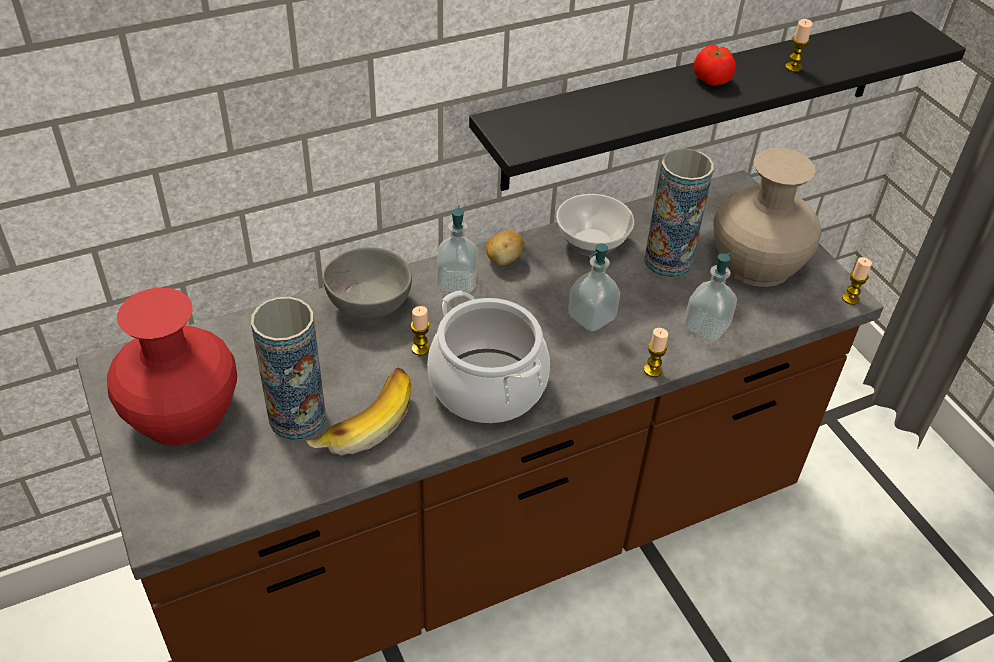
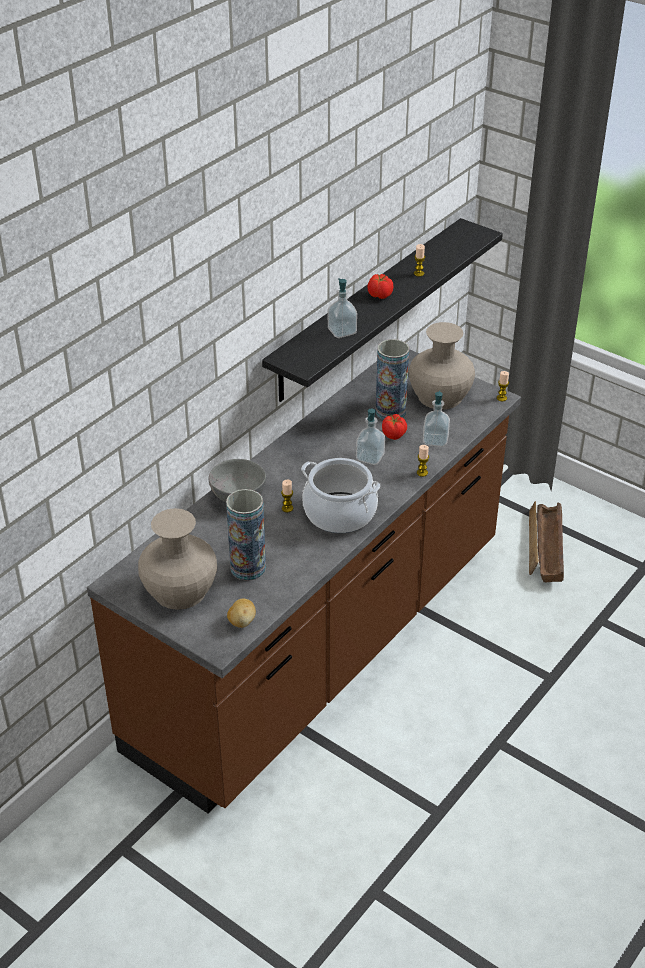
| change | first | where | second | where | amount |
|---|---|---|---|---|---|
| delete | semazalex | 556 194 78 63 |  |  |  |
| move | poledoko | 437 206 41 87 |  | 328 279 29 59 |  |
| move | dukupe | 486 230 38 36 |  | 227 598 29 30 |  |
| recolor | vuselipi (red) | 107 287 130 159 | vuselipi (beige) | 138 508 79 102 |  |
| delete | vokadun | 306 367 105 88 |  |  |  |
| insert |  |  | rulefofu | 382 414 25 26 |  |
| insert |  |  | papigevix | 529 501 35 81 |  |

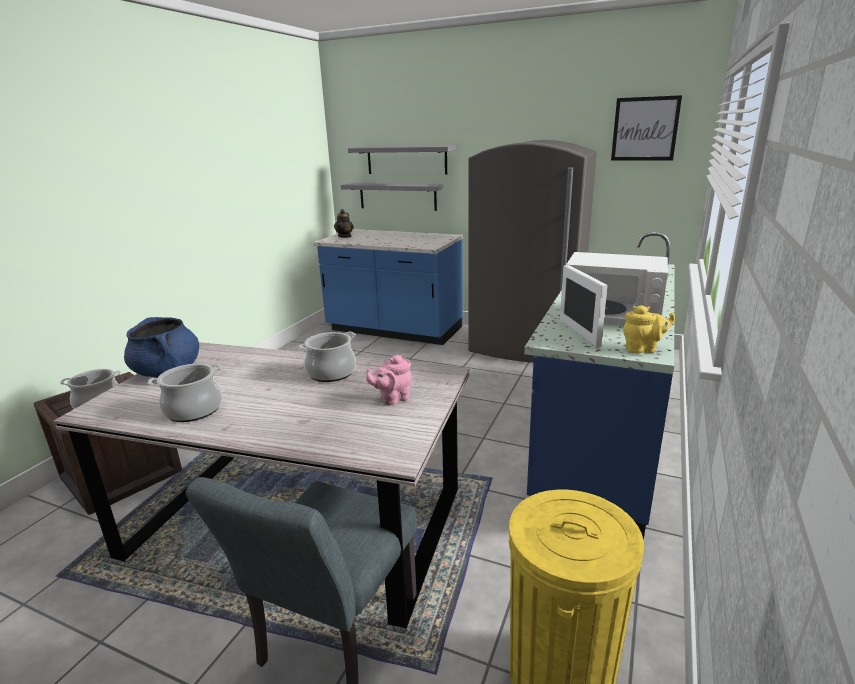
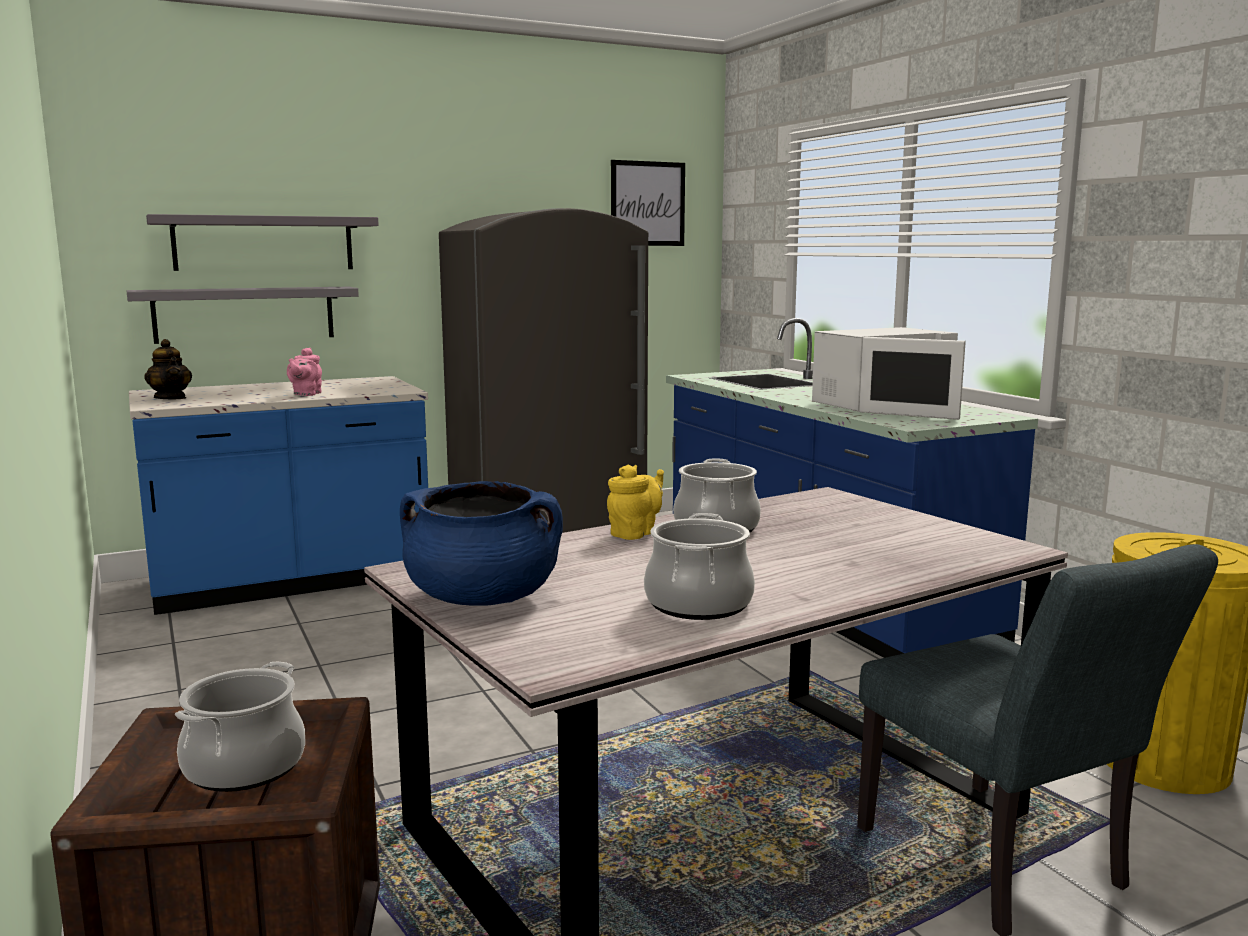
| change | first | where | second | where | amount |
|---|---|---|---|---|---|
| move | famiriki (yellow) | 623 305 52 49 |  | 607 464 57 76 |  |
| move | famiriki (pink) | 366 354 46 51 |  | 287 348 35 48 |  |

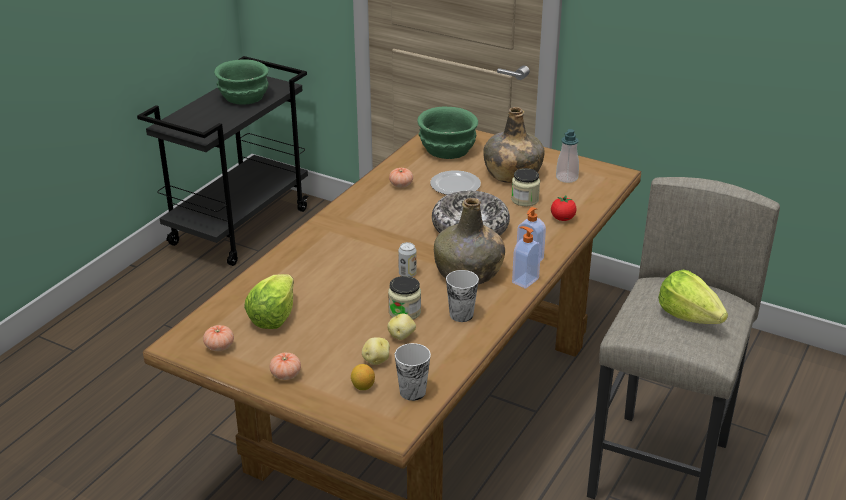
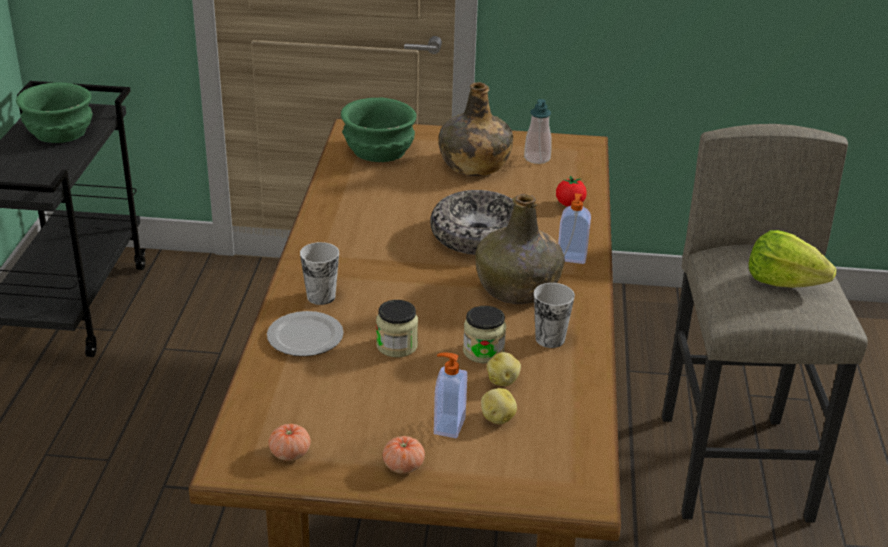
| change | first | where | second | where | amount |
|---|---|---|---|---|---|
| delete | rulefofu | 389 168 24 20 |  |  |  |
| move | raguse | 511 168 29 38 |  | 376 300 42 57 |  |
| move | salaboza | 430 170 51 25 |  | 267 311 77 45 |  |
| move | poledoko | 512 226 29 63 |  | 434 352 33 87 |  |
| delete | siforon | 398 242 19 35 |  |  |  |
| delete | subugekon | 244 274 50 55 |  |  |  |
| move | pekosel | 395 343 36 58 |  | 300 242 39 63 |  |
| delete | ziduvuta | 351 364 24 26 |  |  |  |

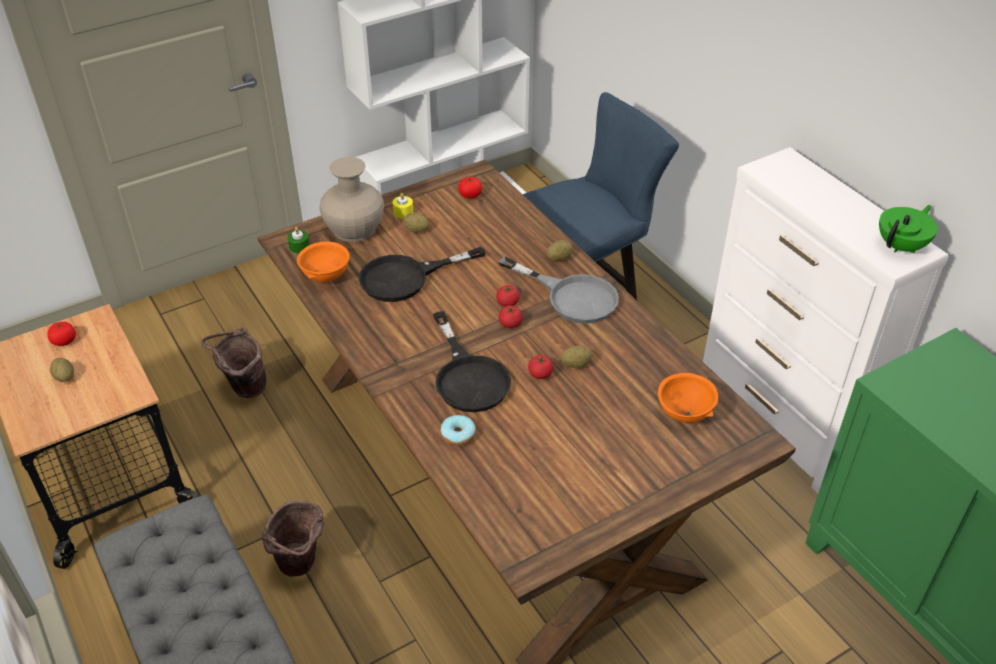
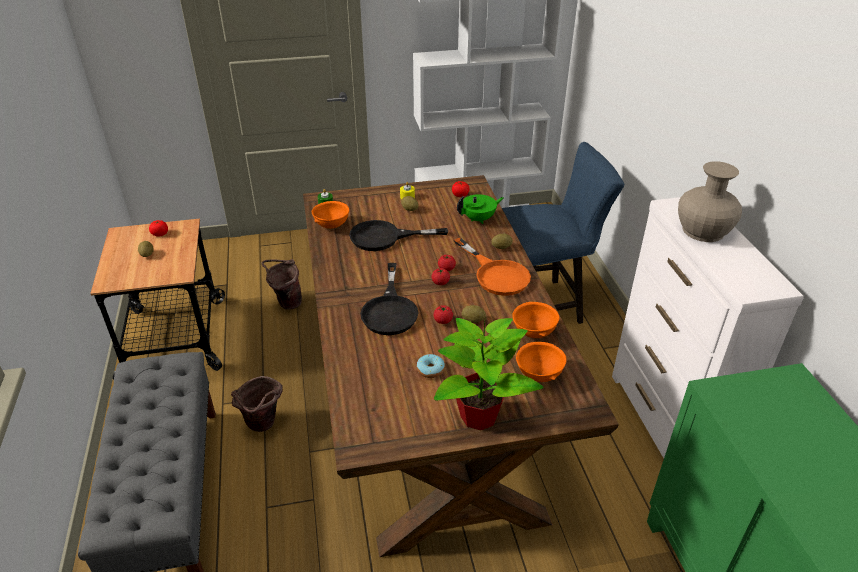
| change | first | where | second | where | amount |
|---|---|---|---|---|---|
| move | vuselipi (beige) | 320 157 64 85 |  | 678 161 64 81 |  |
| move | famiriki (green) | 879 205 59 49 |  | 457 194 47 30 |  |
| recolor | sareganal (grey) | 499 257 120 67 | sareganal (orange) | 454 237 77 59 |  |
| move | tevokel | 441 415 35 31 |  | 417 354 28 24 |  |
| insert |  |  | semazalex (orange) | 512 302 48 36 |  |
| insert |  |  | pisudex | 434 318 110 112 |  |

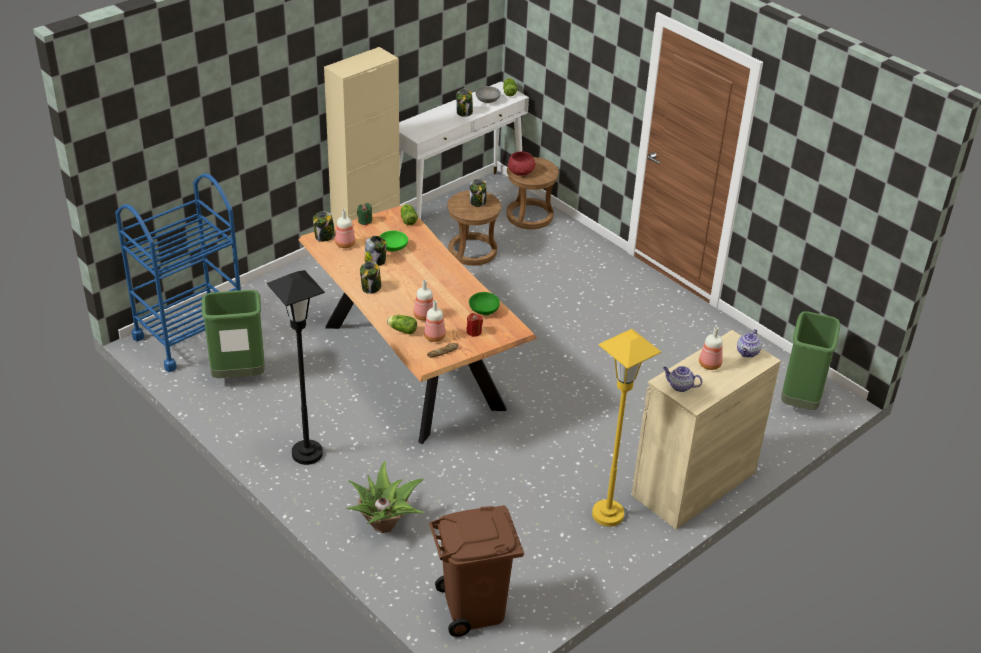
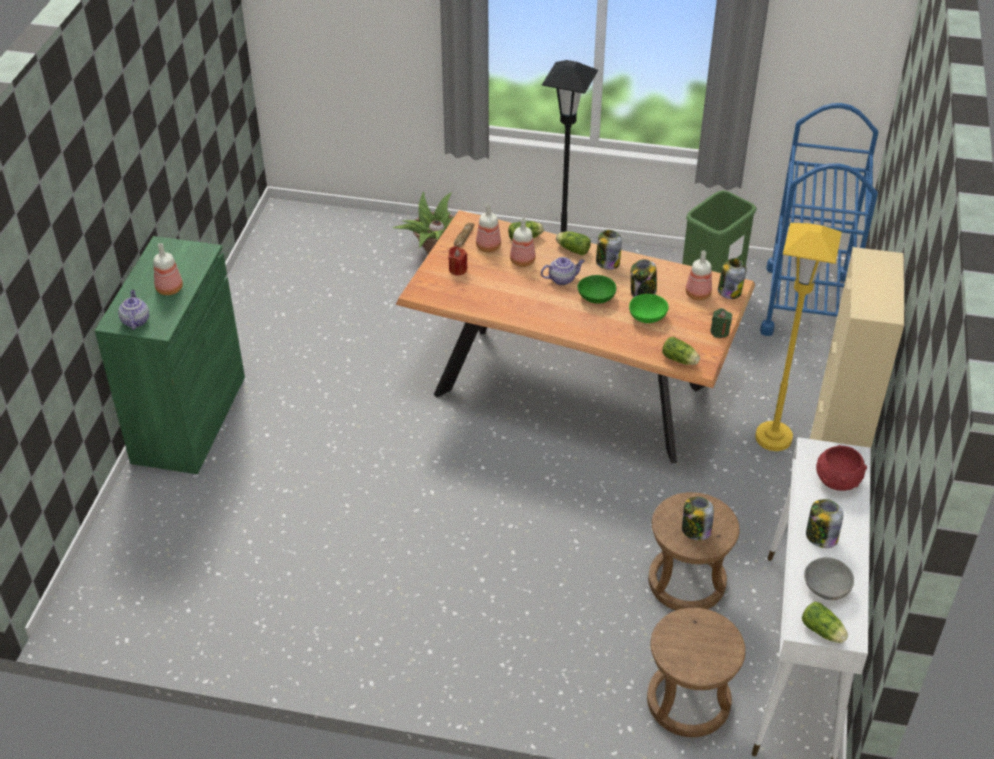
| change | first | where | second | where | amount |
|---|---|---|---|---|---|
| move | semazalex (red) | 508 151 28 25 |  | 816 445 51 46 |  |
| move | semazalex (green) | 469 292 31 23 |  | 577 275 39 29 |  |
| delete | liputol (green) | 781 311 59 99 |  |  |  |
| move | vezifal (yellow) | 592 329 69 198 |  | 755 223 87 228 |  |
| recolor | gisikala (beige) | 631 330 150 200 | gisikala (green) | 95 236 150 238 |  |
| move | famiriki | 663 366 39 26 |  | 541 257 43 28 |  |
| delete | liputol (brown) | 429 505 95 132 |  |  |  |
| insert |  |  | subugekon | 556 231 35 24 |  |

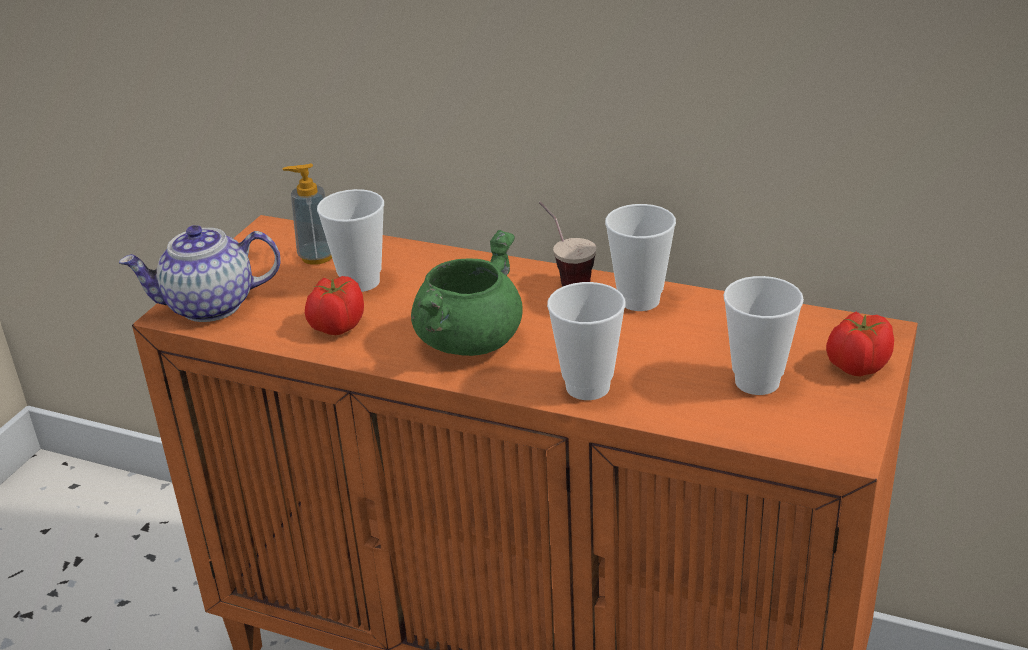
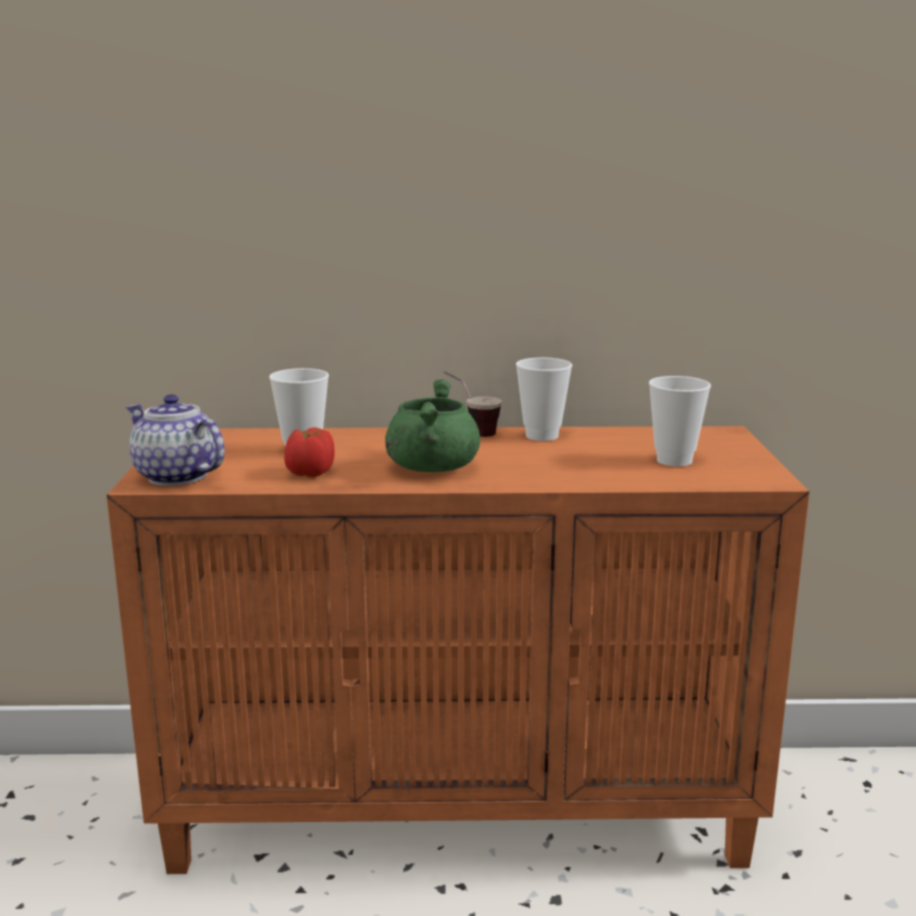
| change | first | where | second | where | amount |
|---|---|---|---|---|---|
| delete | poledoko | 283 164 49 101 |  |  |  |
| rotate | famiriki | 119 225 162 97 |  | 126 394 99 92 | 75 degrees clockwise |
| delete | pekosel | 547 282 78 118 |  |  |  |
| delete | rulefofu | 826 312 68 65 |  |  |  |

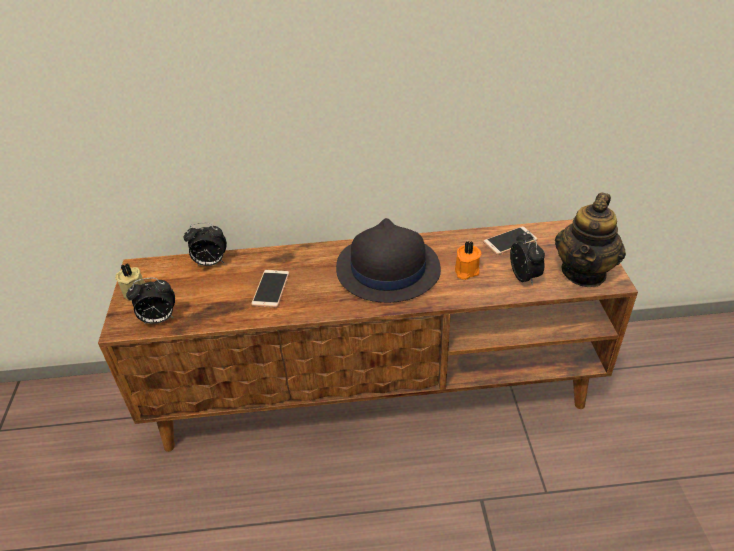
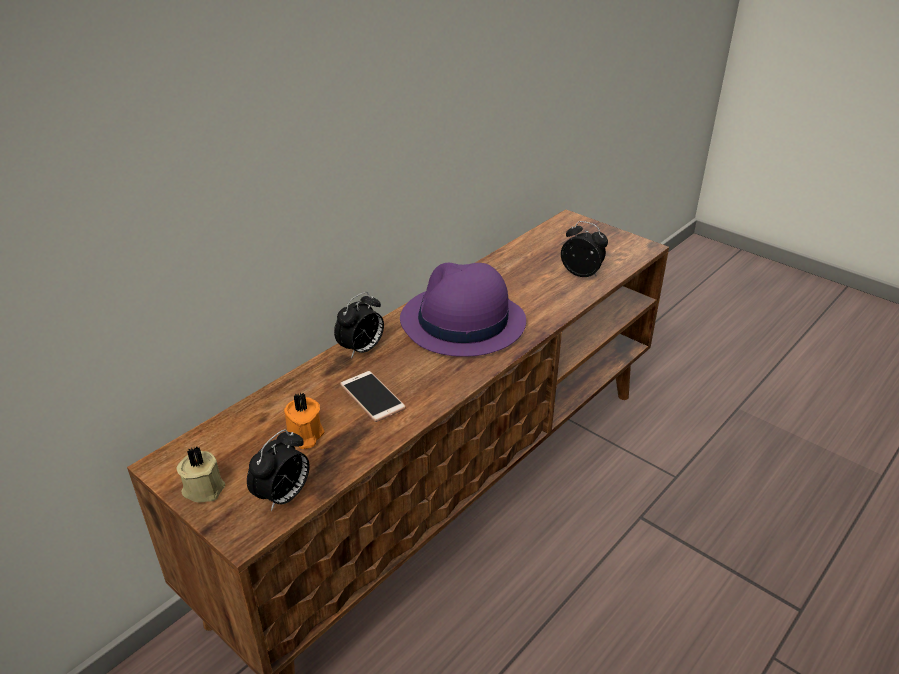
| change | first | where | second | where | amount |
|---|---|---|---|---|---|
| delete | famiriki | 555 192 71 95 |  |  |  |
| recolor | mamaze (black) | 336 218 105 85 | mamaze (purple) | 400 263 126 94 |  |
| move | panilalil | 183 223 44 43 |  | 334 292 50 67 |  |
| delete | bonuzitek | 483 226 55 29 |  |  |  |
| move | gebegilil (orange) | 455 241 26 39 |  | 284 393 40 56 |  |

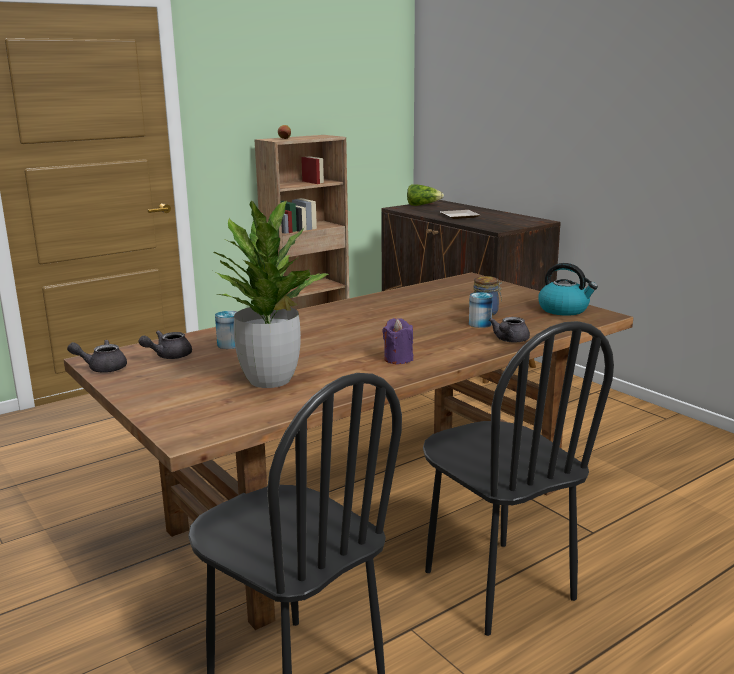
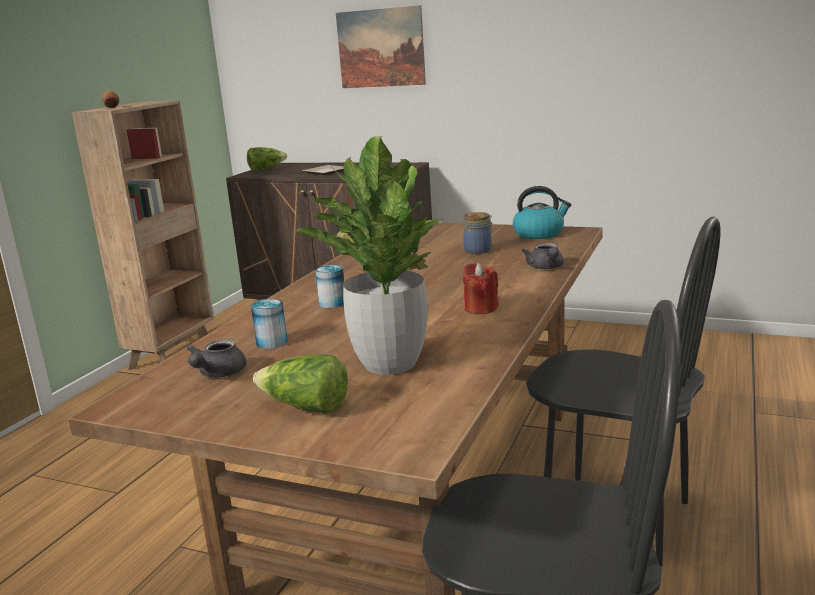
| change | first | where | second | where | amount |
|---|---|---|---|---|---|
| move | siforon | 469 292 24 36 |  | 315 265 29 43 |  |
| recolor | gebegilil (purple) | 383 318 30 46 | gebegilil (red) | 463 263 36 51 |  |
| delete | famiriki (grey) | 67 340 60 33 |  |  |  |
| insert |  |  | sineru | 336 5 90 83 |  |
| insert |  |  | subugekon | 253 354 95 60 |  |

